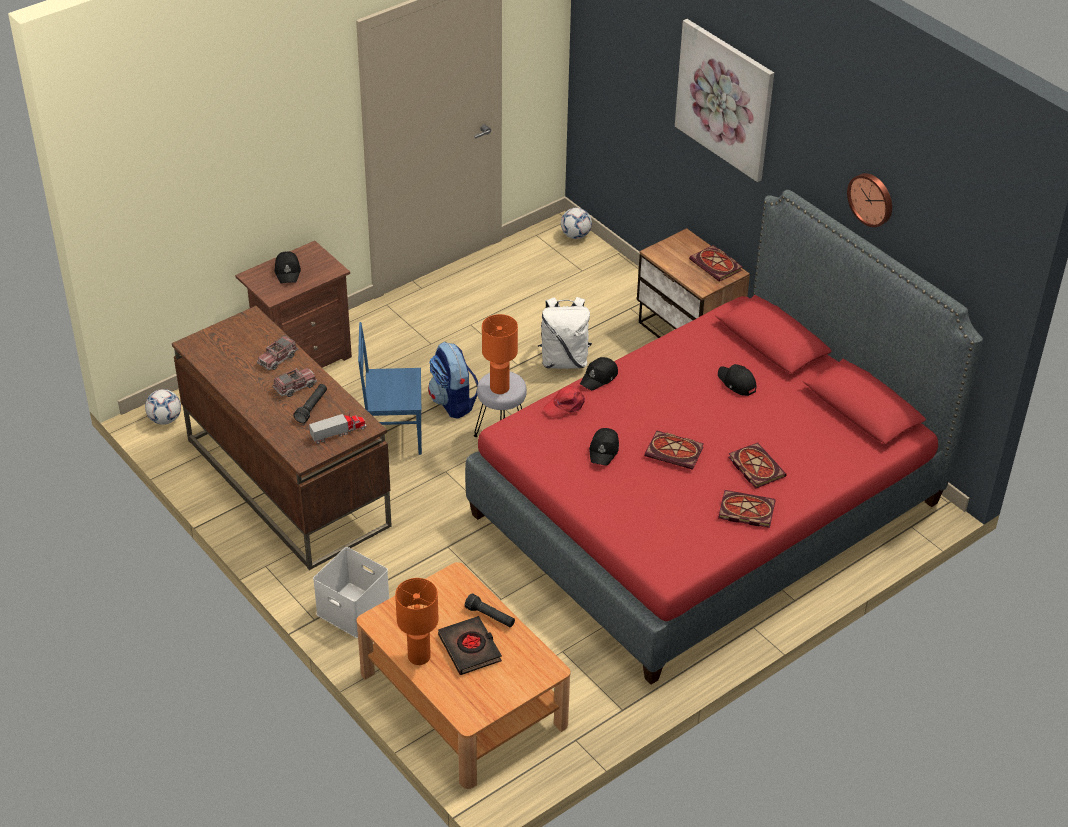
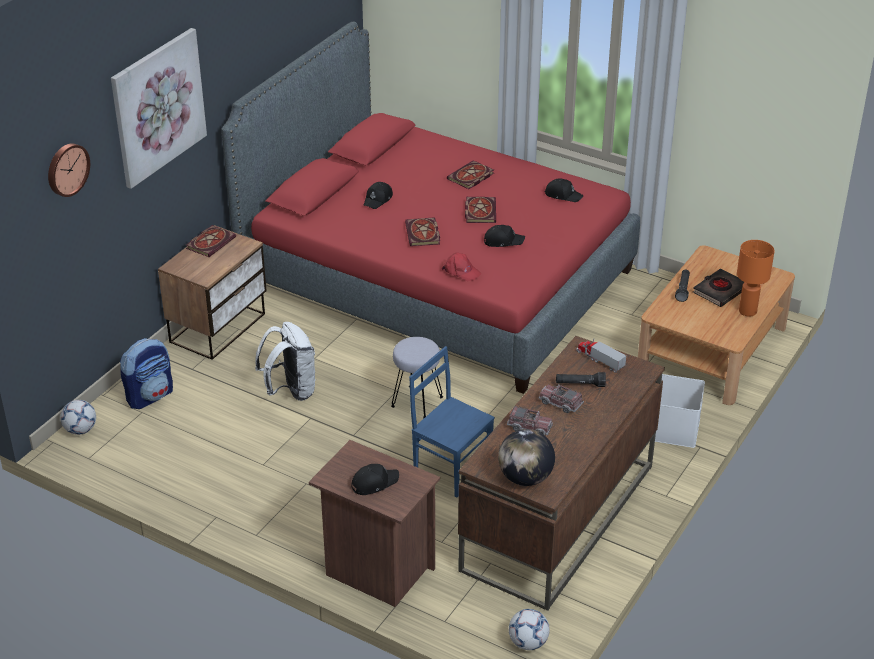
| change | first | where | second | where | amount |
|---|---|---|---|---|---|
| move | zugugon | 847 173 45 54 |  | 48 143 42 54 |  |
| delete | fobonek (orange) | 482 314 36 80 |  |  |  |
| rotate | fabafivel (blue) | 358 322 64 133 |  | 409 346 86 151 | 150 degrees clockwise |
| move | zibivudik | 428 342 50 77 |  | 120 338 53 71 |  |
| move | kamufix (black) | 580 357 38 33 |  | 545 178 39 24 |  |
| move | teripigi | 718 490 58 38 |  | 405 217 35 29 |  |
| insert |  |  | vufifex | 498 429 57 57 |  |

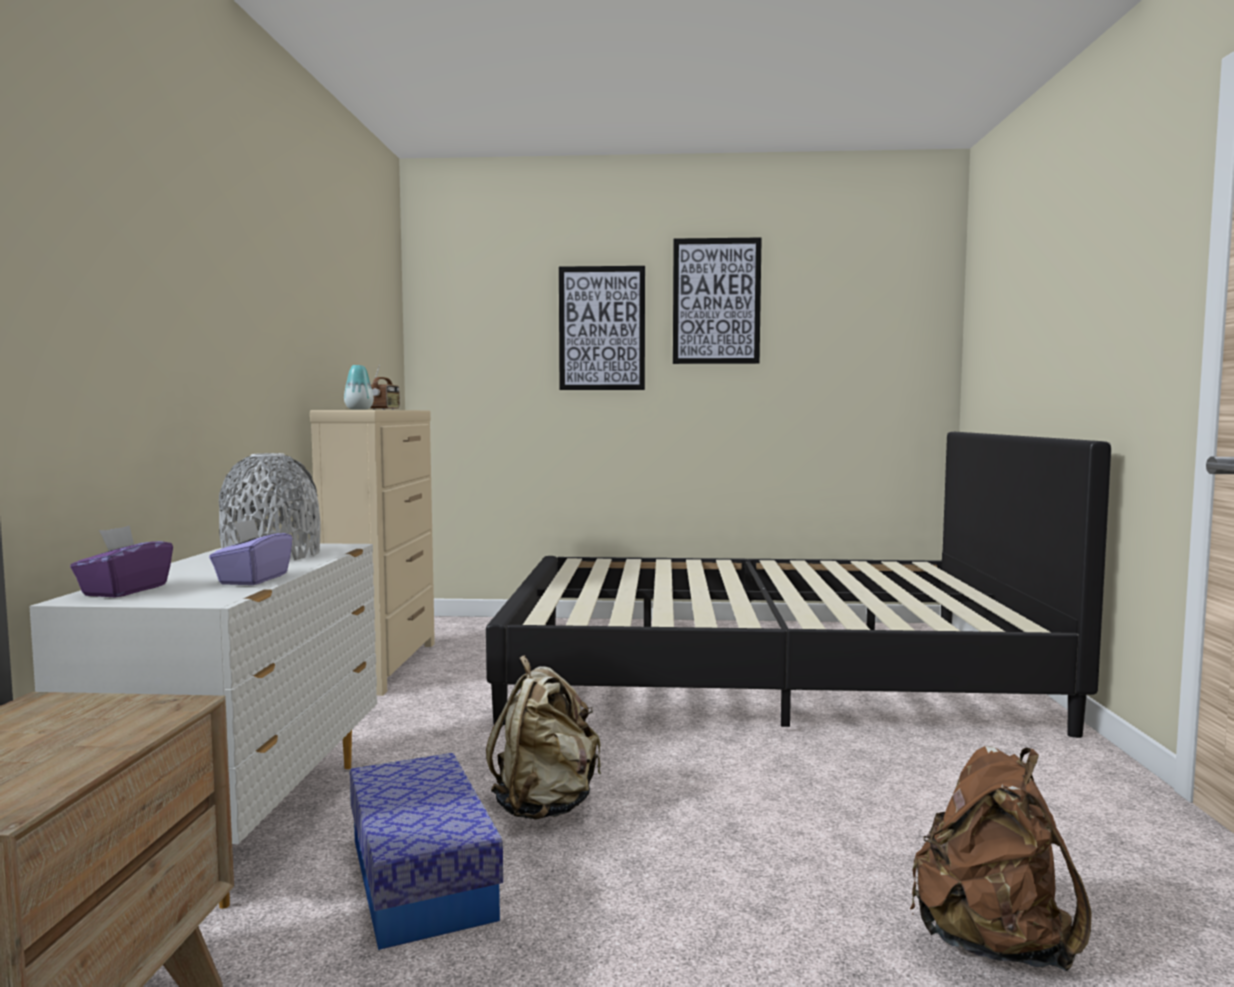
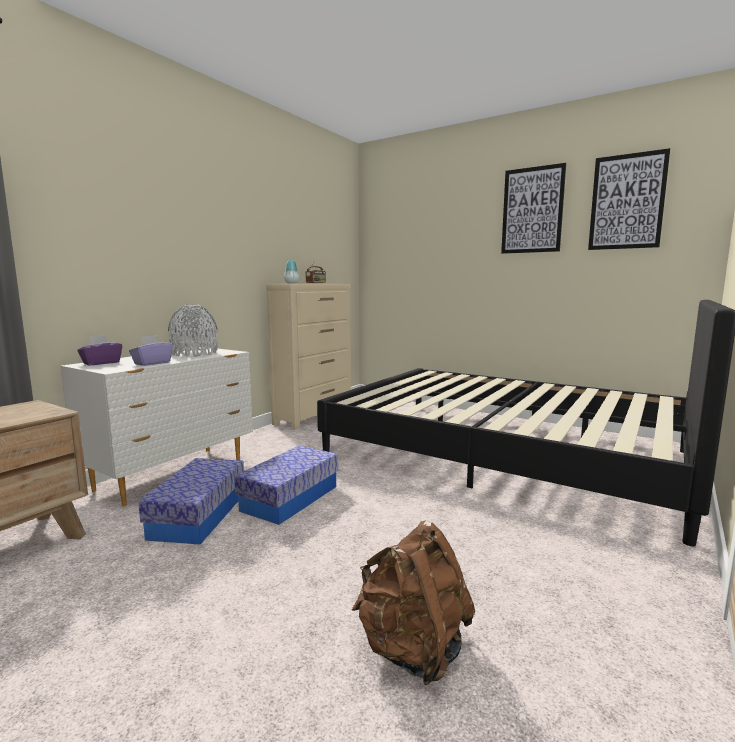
| change | first | where | second | where | amount |
|---|---|---|---|---|---|
| move | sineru | 559 266 86 124 |  | 588 148 82 102 |  |
| replace | zibivudik (beige) | 486 655 115 164 | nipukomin | 234 445 104 80 |  |

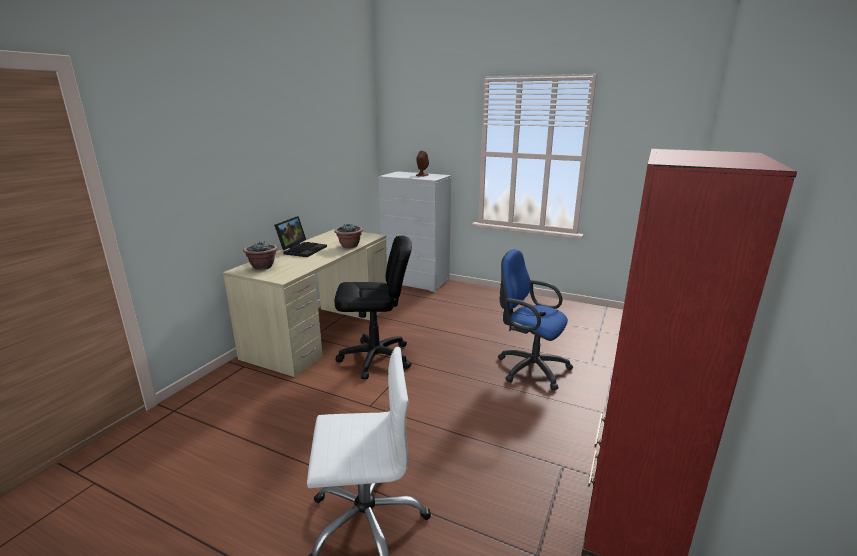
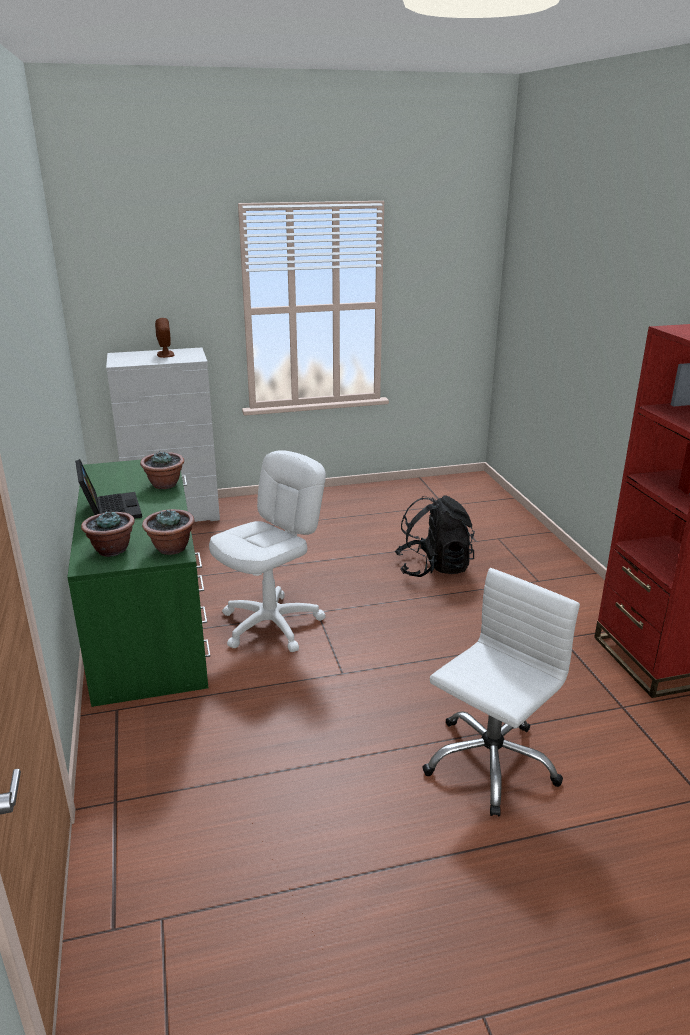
| change | first | where | second | where | amount |
|---|---|---|---|---|---|
| recolor | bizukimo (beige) | 223 229 164 148 | bizukimo (green) | 67 459 143 248 |  |
| recolor | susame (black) | 335 236 77 143 | susame (white) | 209 450 117 202 |  |
| replace | susame (blue) | 498 249 75 141 | zibivudik (black) | 395 495 80 82 |  |
| insert |  |  | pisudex | 142 509 53 46 |  |

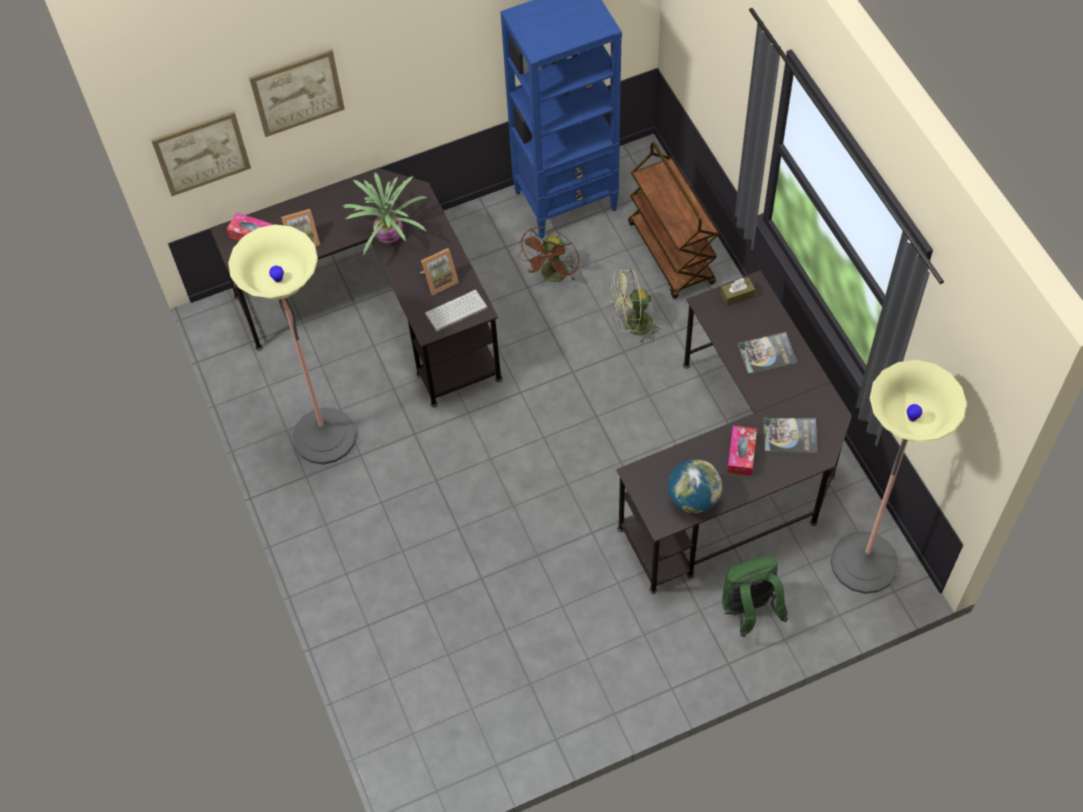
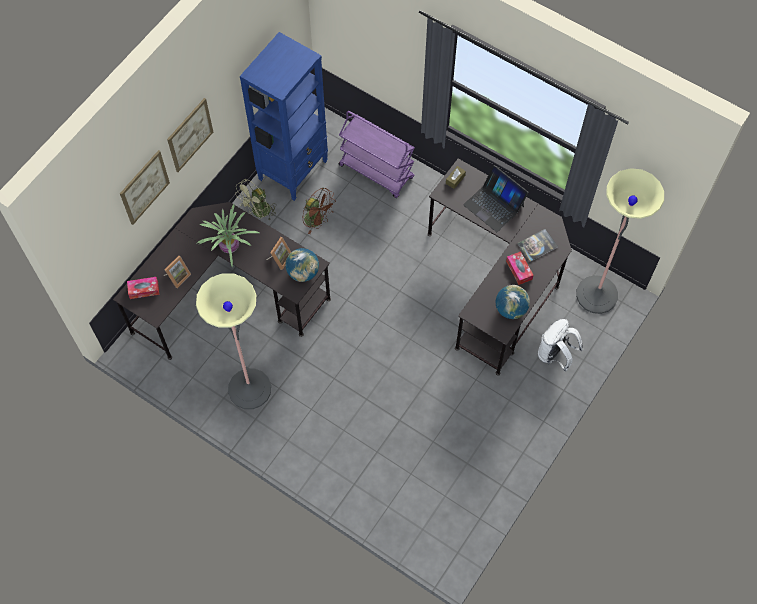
| change | first | where | second | where | amount |
|---|---|---|---|---|---|
| move | sineru | 151 111 100 85 |  | 167 98 46 74 |  |
| recolor | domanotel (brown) | 628 142 91 157 | domanotel (purple) | 338 111 77 87 |  |
| rotate | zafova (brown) | 518 227 61 56 |  | 302 188 33 46 | 45 degrees counterclockwise |
| move | zafova (green) | 611 268 52 76 |  | 235 179 41 41 |  |
| replace | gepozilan | 425 290 63 42 | vufifex | 285 248 34 34 |  |
| replace | teripigi | 737 332 61 43 | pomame | 463 165 65 67 |  |
| recolor | zibivudik (green) | 722 556 66 81 | zibivudik (white) | 538 319 45 52 |  |

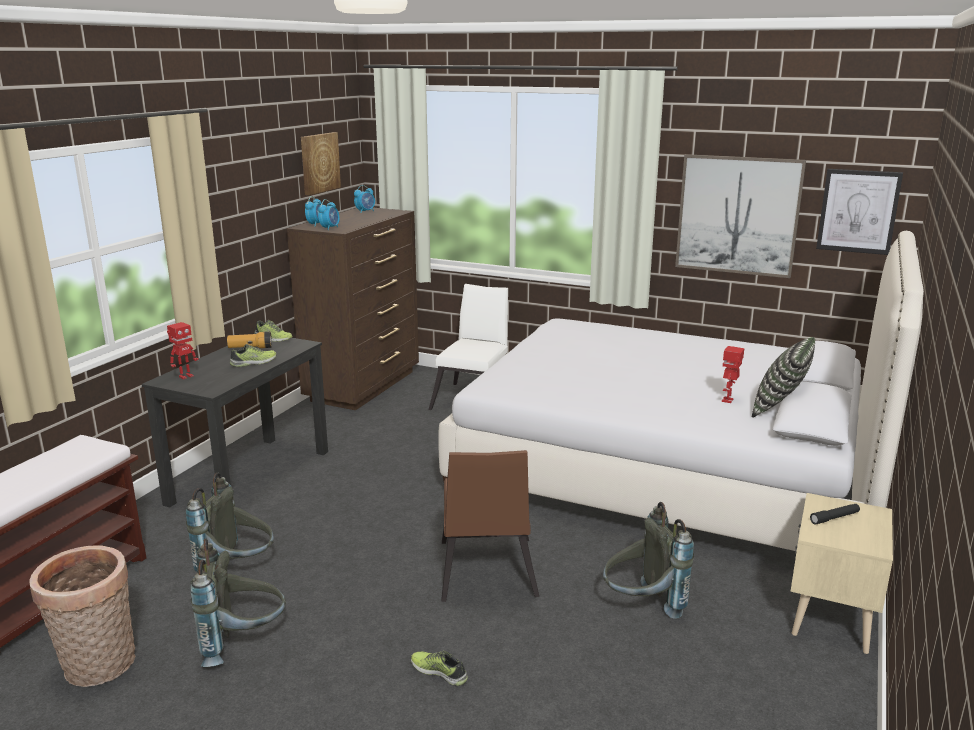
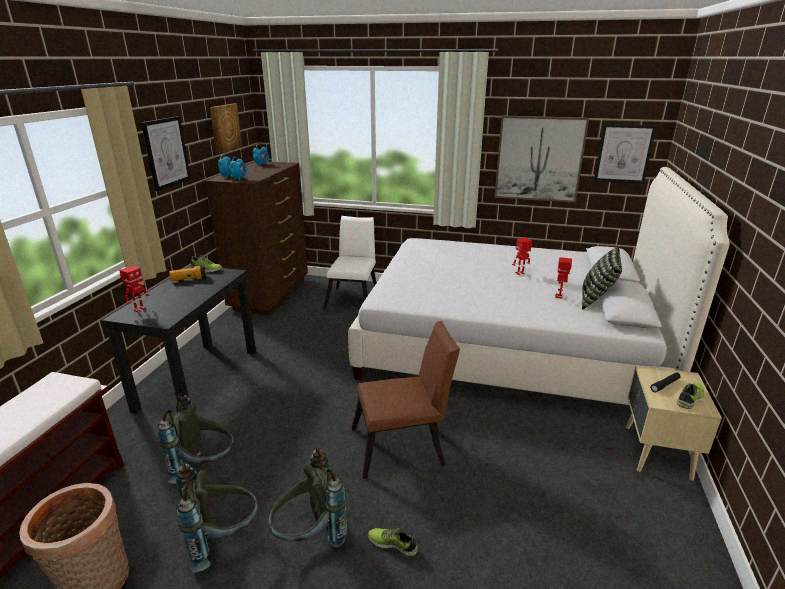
| change | first | where | second | where | amount |
|---|---|---|---|---|---|
| move | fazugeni | 230 344 46 23 |  | 677 383 28 26 |  |
| rotate | fabafivel (brown) | 442 450 97 152 |  | 351 321 109 158 | 90 degrees counterclockwise |
| move | zibivudik (grey) | 603 502 91 117 |  | 268 447 79 100 |  |
| insert |  |  | sineru | 141 116 50 75 |  |
| insert |  |  | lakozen | 512 238 20 37 |  |

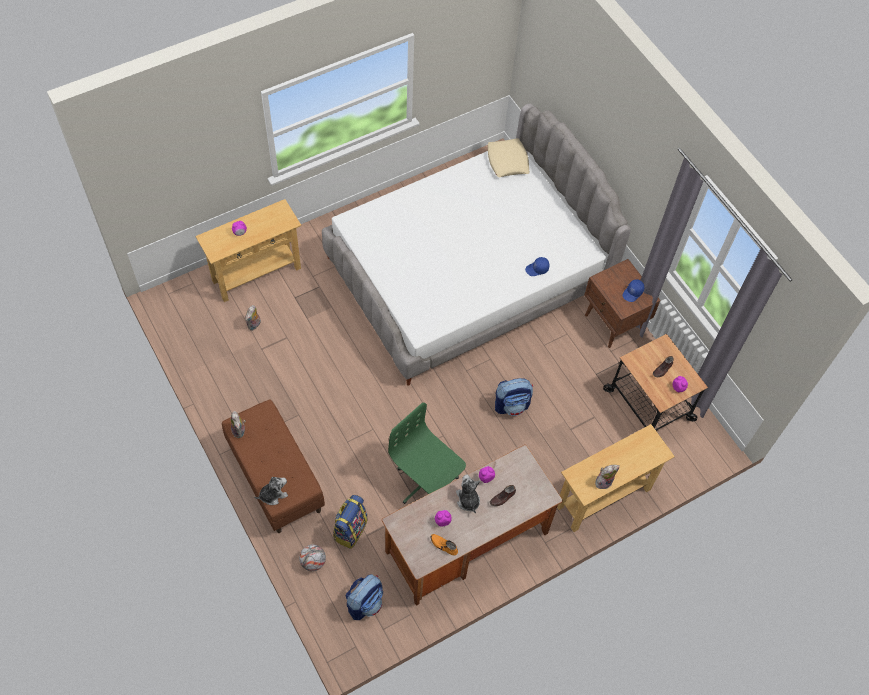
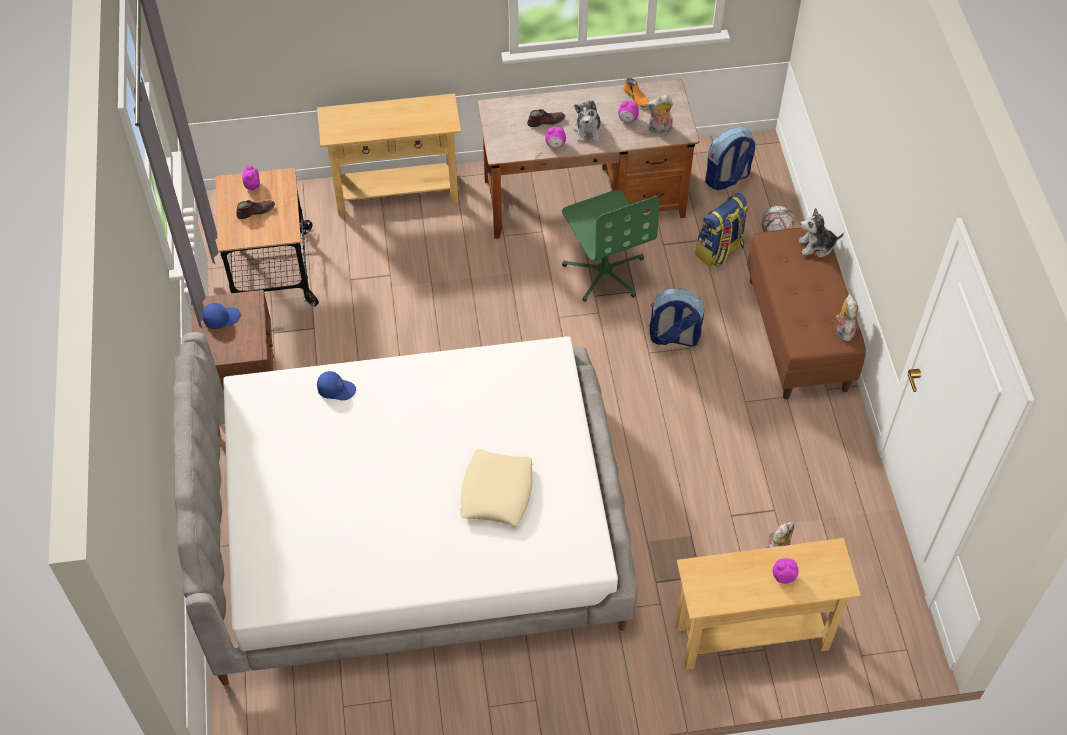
| change | first | where | second | where | amount |
|---|---|---|---|---|---|
| move | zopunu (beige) | 488 138 42 39 |  | 460 449 72 77 |  |
| move | zibivudik | 495 378 38 38 |  | 650 289 54 58 |  |
| move | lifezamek | 595 465 25 24 |  | 646 95 27 39 |  |

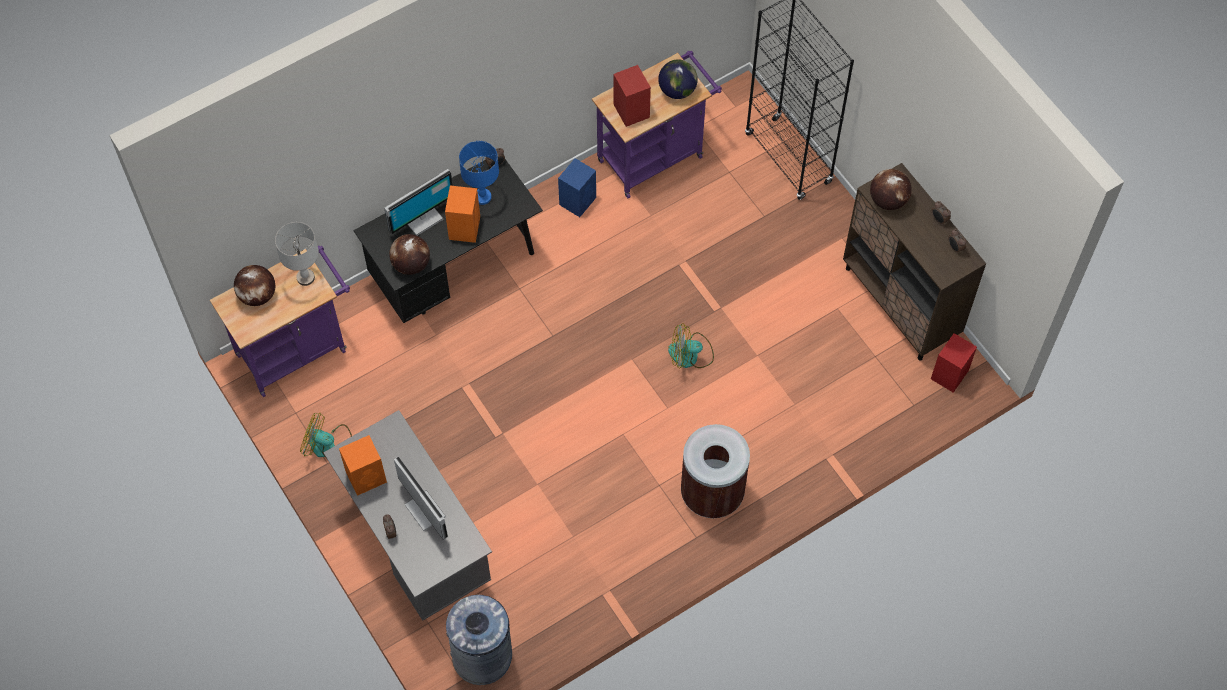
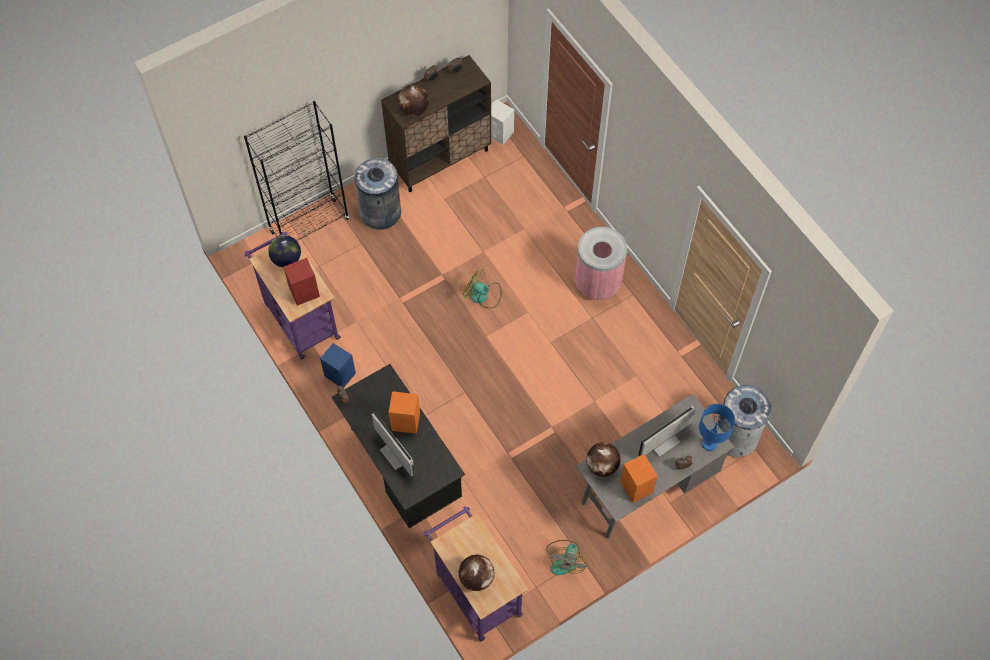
| change | first | where | second | where | amount |
|---|---|---|---|---|---|
| move | fobonek (blue) | 459 141 40 64 |  | 699 404 36 47 |  |
| delete | fobonek (grey) | 275 222 44 64 |  |  |  |
| move | vufifex | 389 234 41 41 |  | 586 442 34 35 |  |
| rotate | zafova | 668 323 46 46 |  | 463 268 39 40 | 120 degrees clockwise |
| recolor | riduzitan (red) | 931 333 46 60 | riduzitan (white) | 491 99 23 46 |  |
| recolor | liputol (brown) | 681 424 69 94 | liputol (pink) | 575 227 52 73 |  |
| insert |  |  | liputol (grey) | 354 158 47 72 |  |

